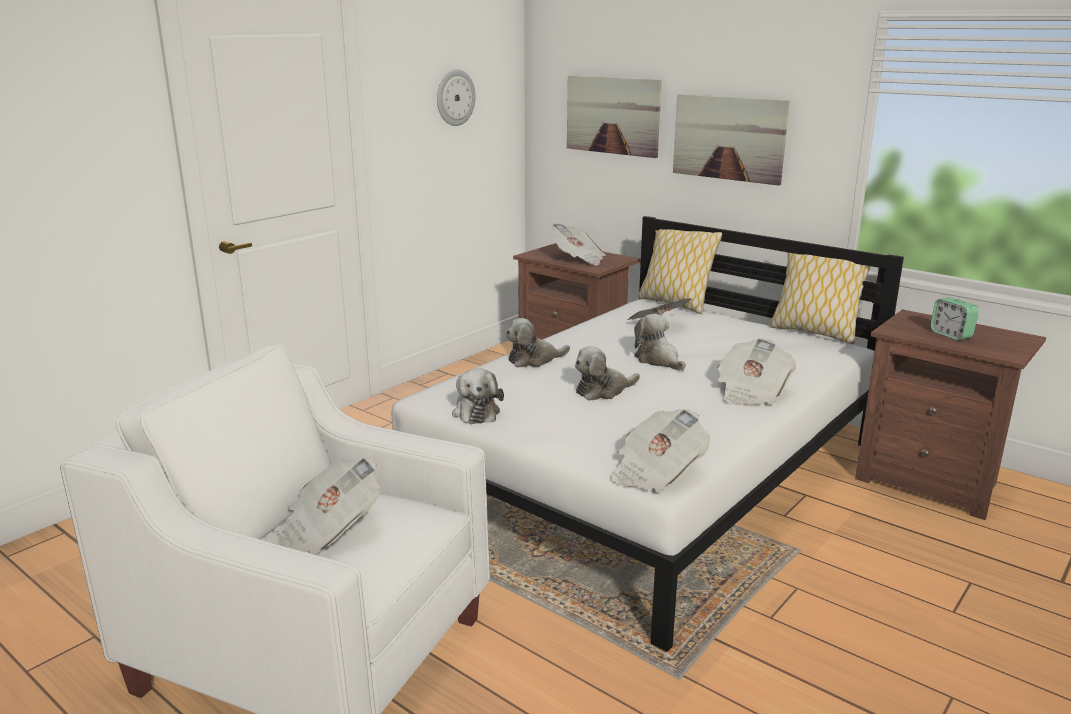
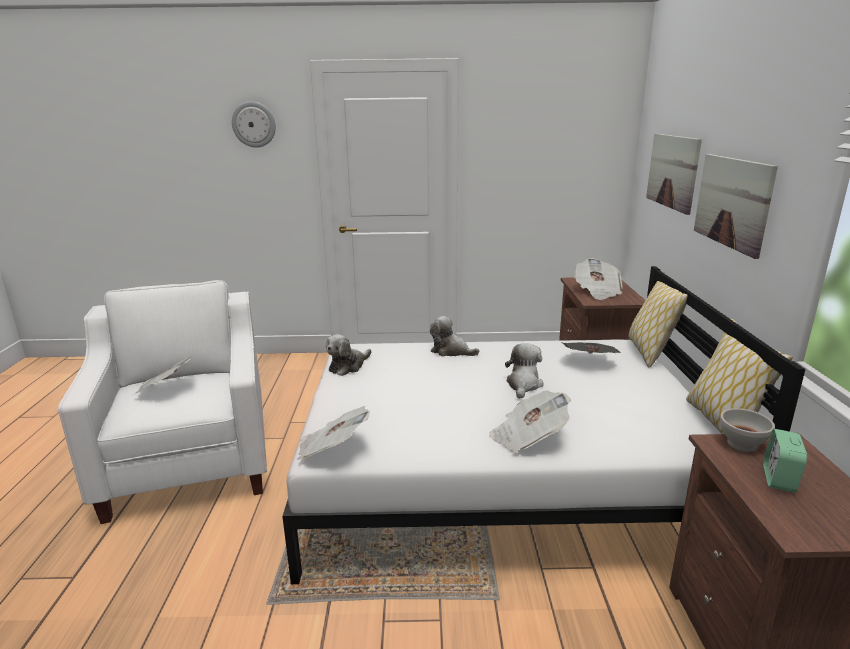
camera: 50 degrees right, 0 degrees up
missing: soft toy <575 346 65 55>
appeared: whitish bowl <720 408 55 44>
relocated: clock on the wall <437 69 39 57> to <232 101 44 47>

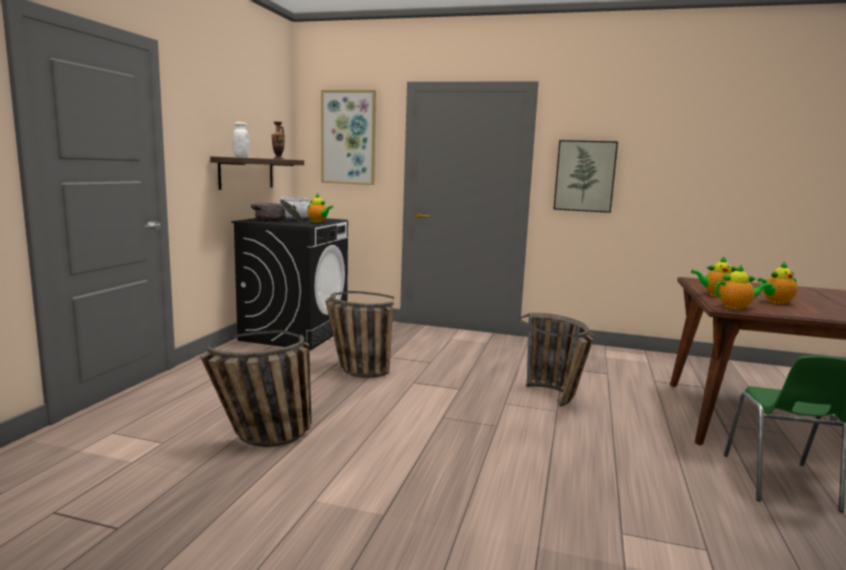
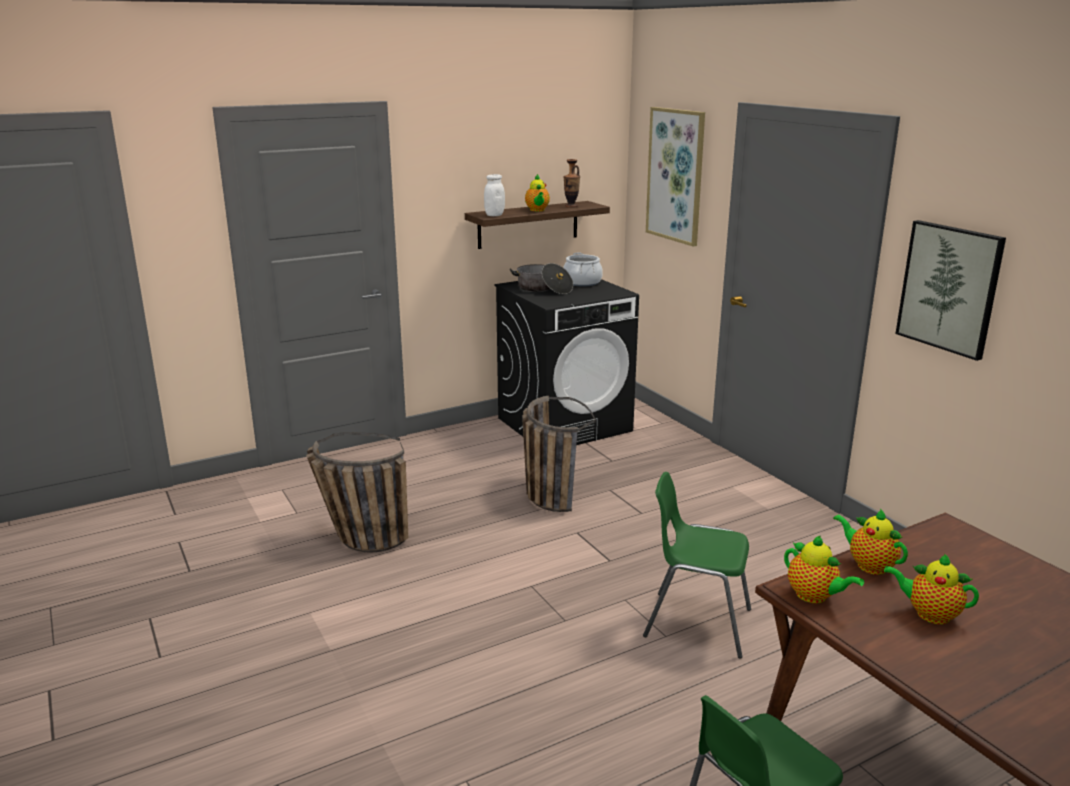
camera: 45 degrees right, 10 degrees up
relocated: teapot <307 194 26 28> to <525 174 25 37>
exchanged: basket <518 313 76 94> to green upright chair <643 472 108 187>

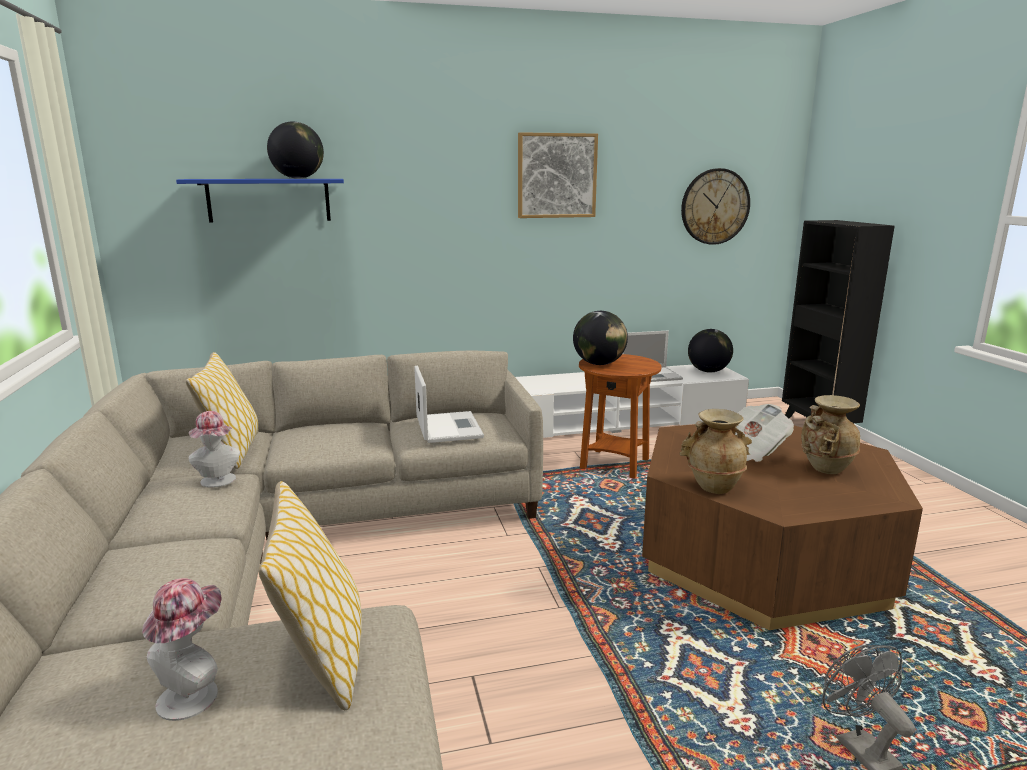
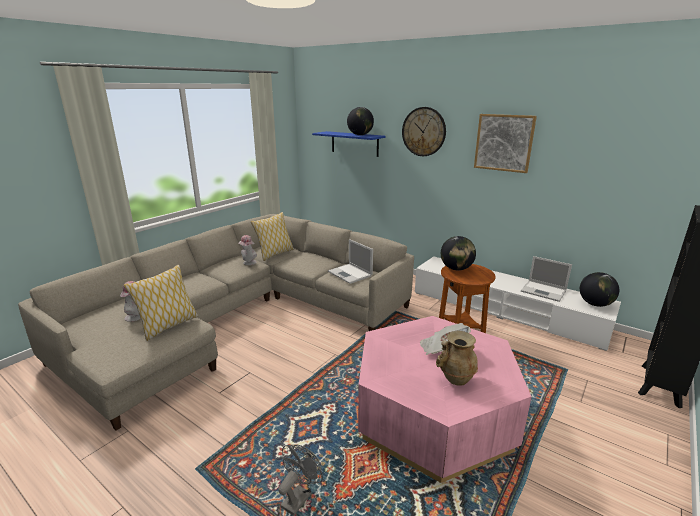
camera: 50 degrees right, 5 degrees up
missing: beige-coloured flower vase <680 409 72 85>
relocated: clock on the wall <681 168 69 77> to <402 107 44 49>
colour: brownish low table <642 424 281 206> to pink-coloured low table <358 316 174 167>
spun: portable computer <414 365 70 78> = <328 239 45 45> 105 degrees clockwise

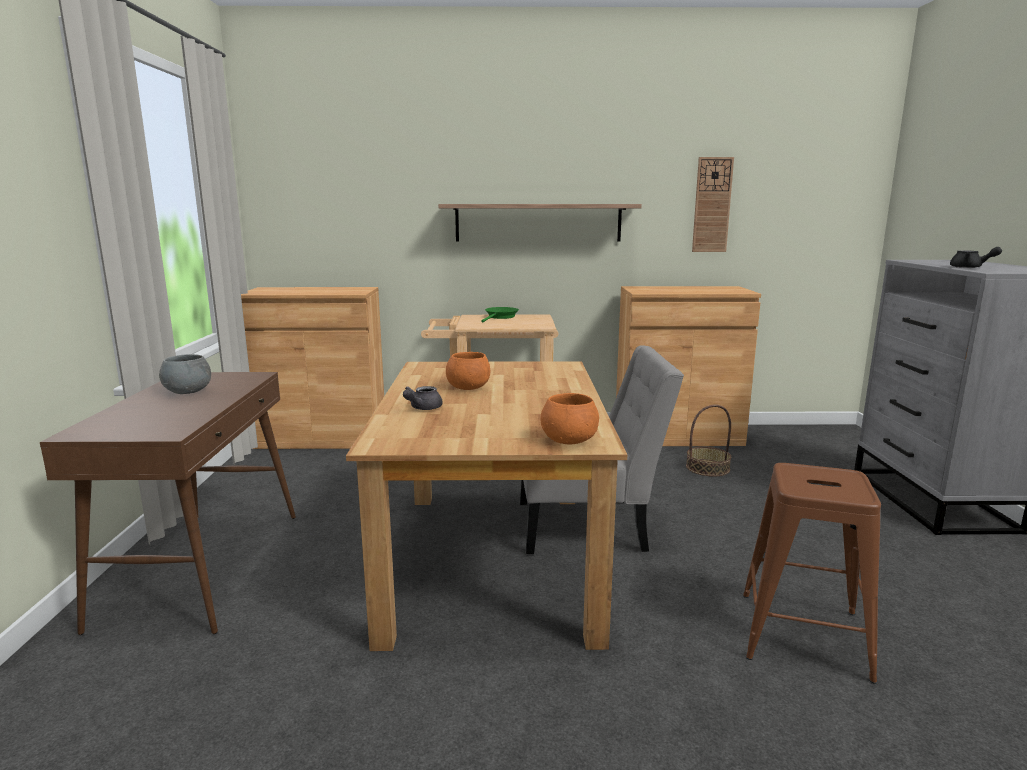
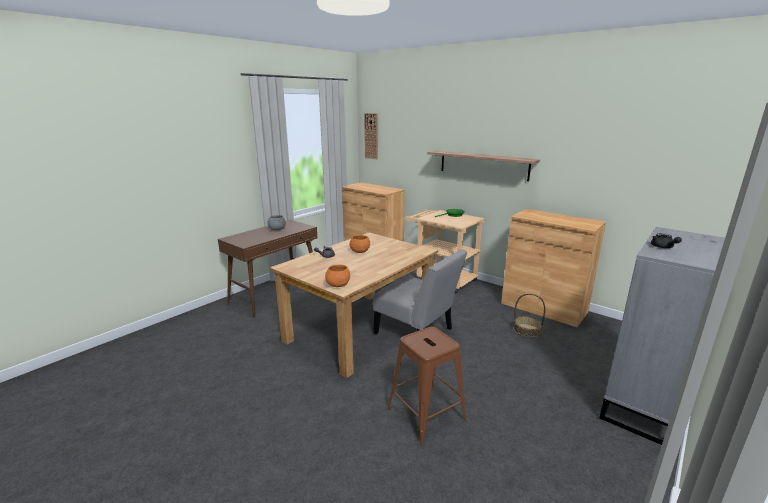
camera: 40 degrees right, 5 degrees up
relocated: clock on the wall <692 157 42 95> to <364 113 14 46>

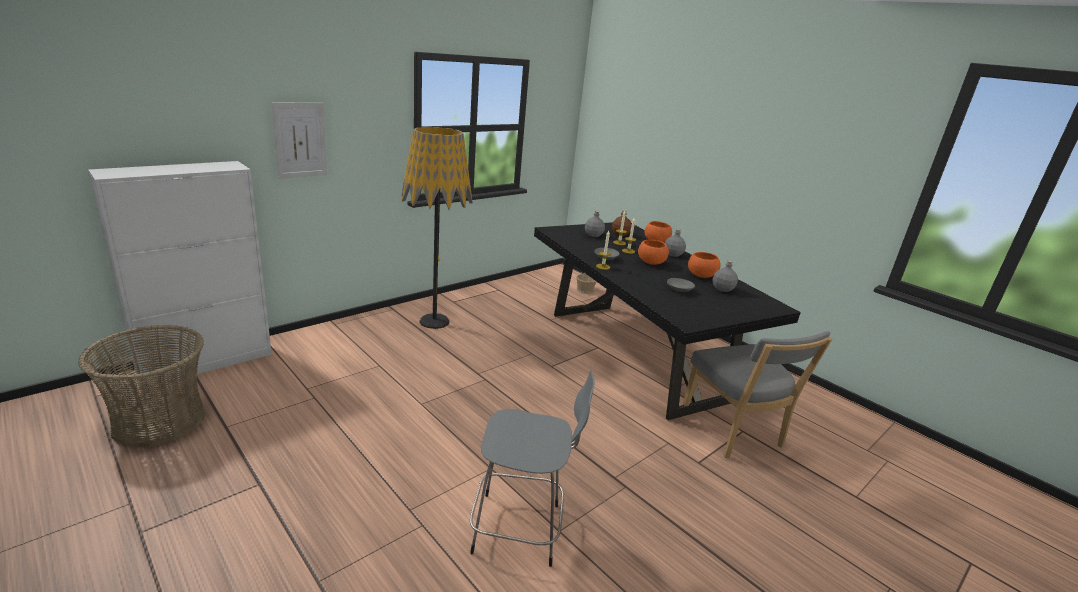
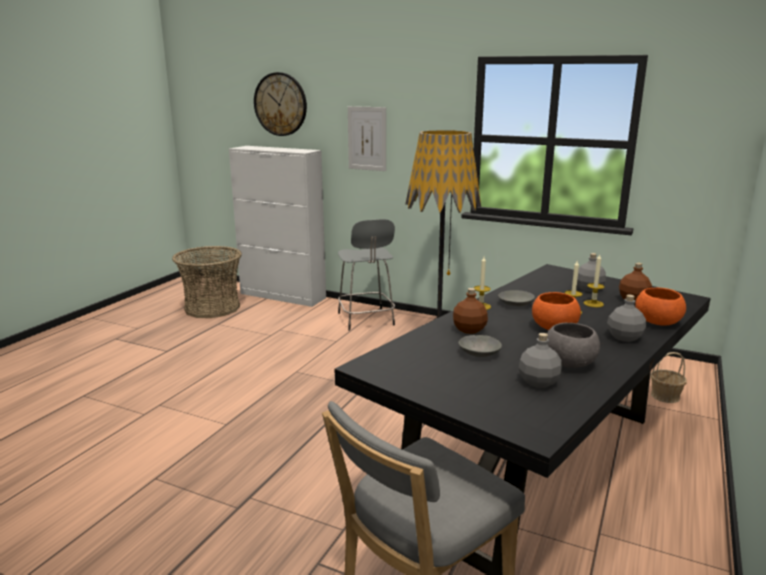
camera: 70 degrees right, 5 degrees down
appeared: clock on the wall <254 72 53 64>; brownish beverage bottle <453 288 35 46>
relocated: greyish sitting stool <470 370 125 197> to <338 219 57 112>
colour: orange-coloured bowl <688 252 33 26> to greyish bowl <547 323 53 45>

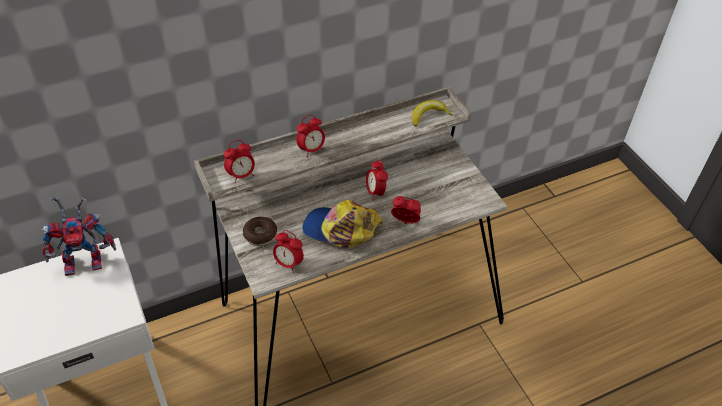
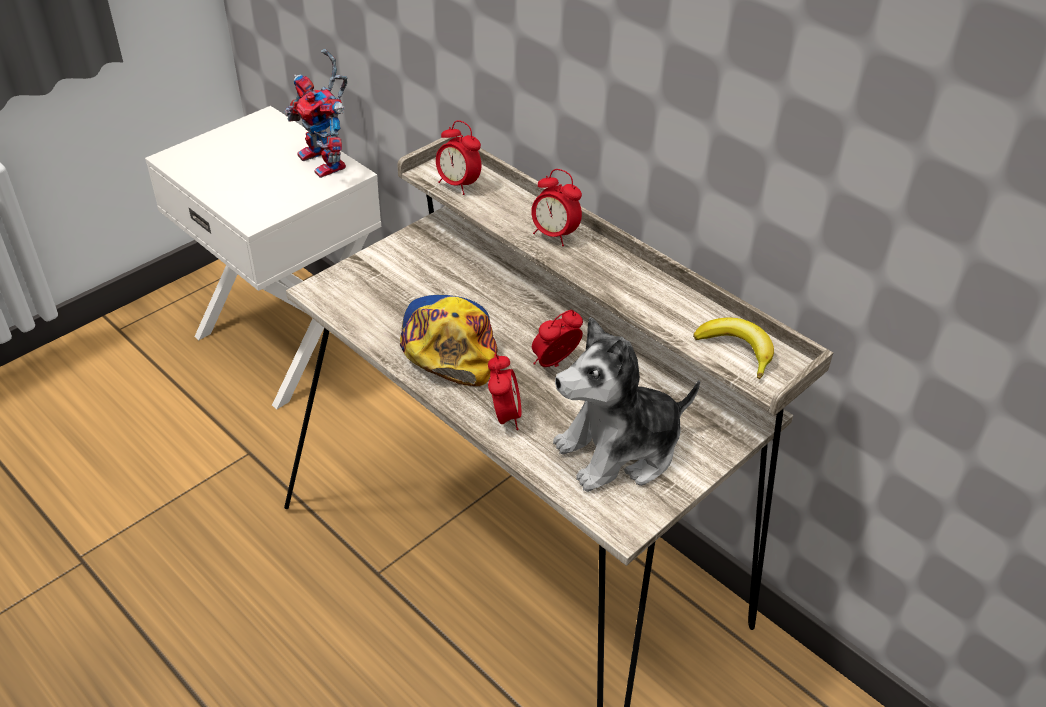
camera: 70 degrees right, 5 degrees down
missing: doughnut <243 217 34 29>; alarm clock <273 230 31 43>
appeared: soft toy <553 317 147 175>

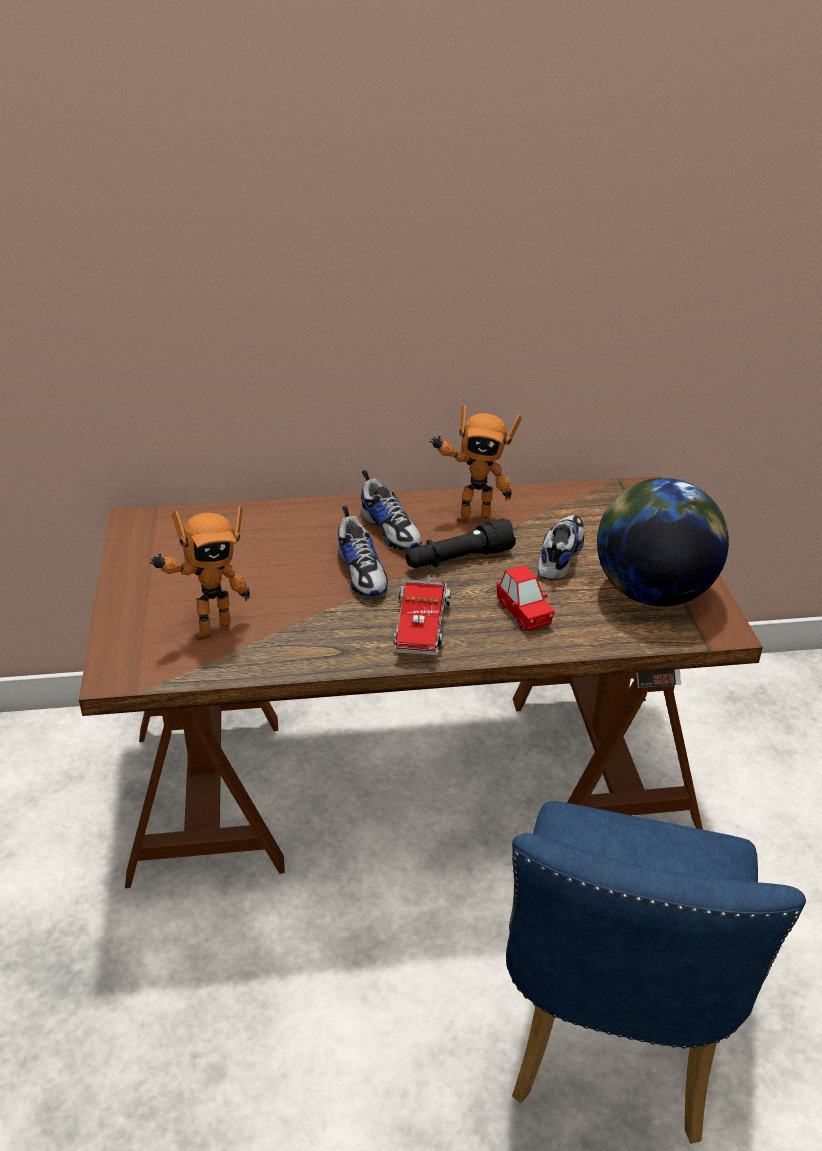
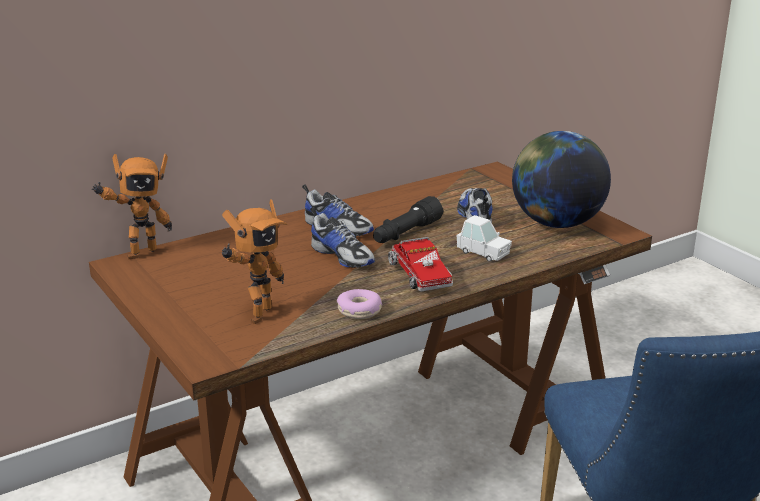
camera: 25 degrees left, 10 degrees down
appeared: doughnut <337 289 45 30>
relocated: robot figure <430 405 92 117> to <91 154 81 105>
colour: red miniature car <497 565 58 66> to whitish miniature car <456 215 56 47>

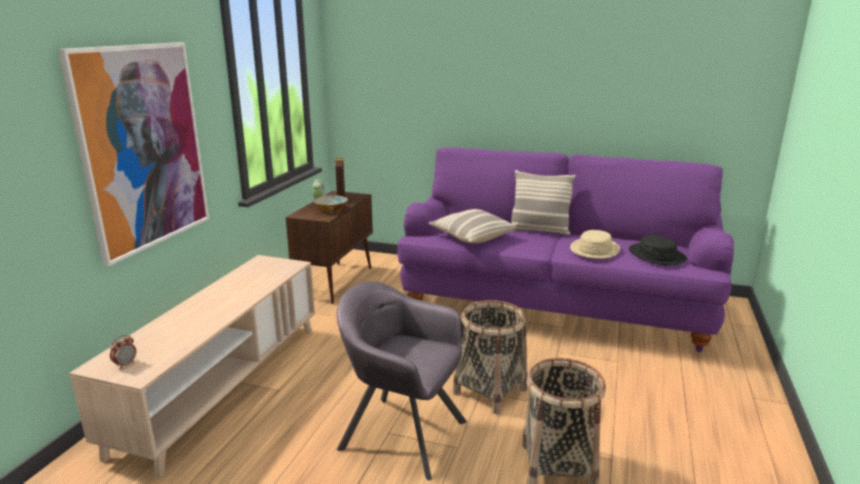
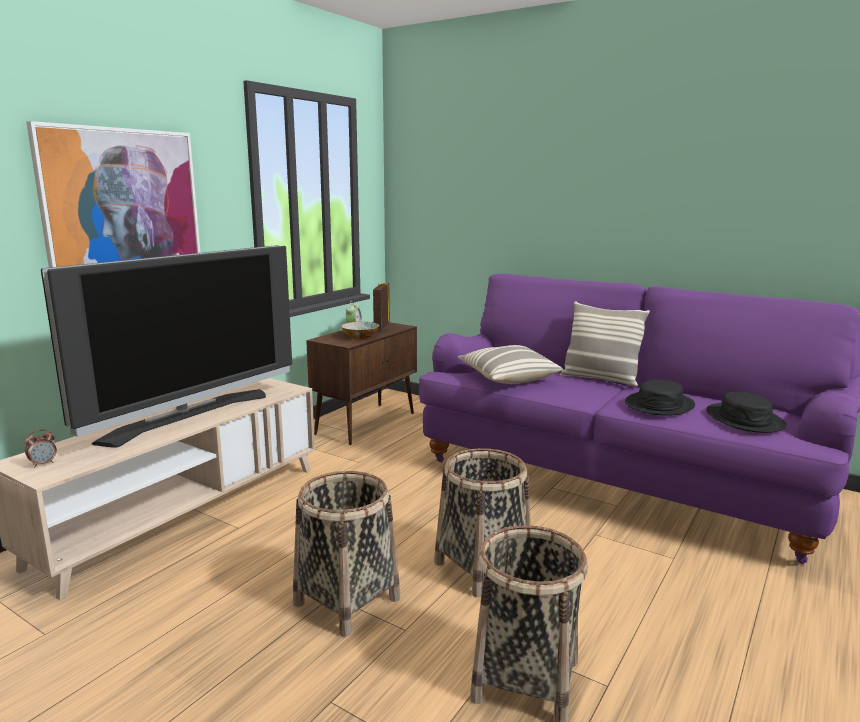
camera: 15 degrees right, 5 degrees down
appeared: TV set <41 245 251 203>
exchanged: greyish armchair <337 281 130 200> to basket <293 471 107 166>
colour: beige-coloured wearable hat <570 230 50 29> to blackish wearable hat <625 380 70 36>

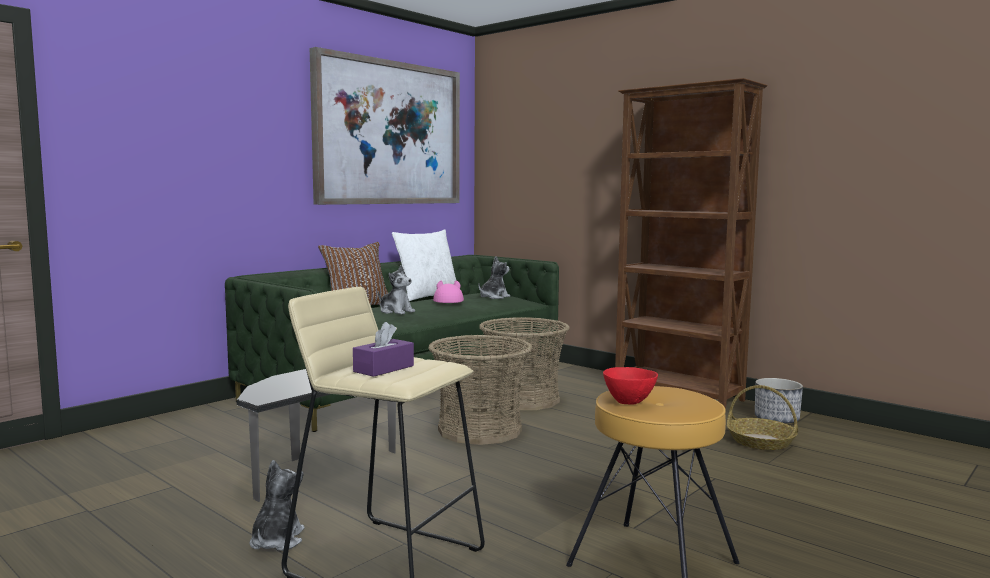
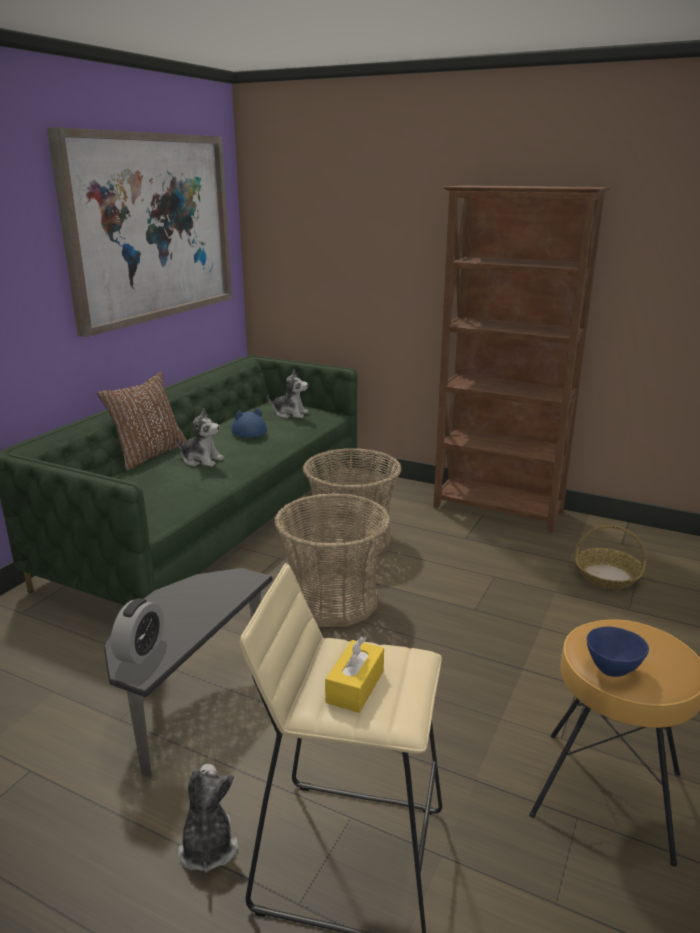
camera: 15 degrees left, 15 degrees up
missing: whitish cushion <392 230 65 71>; flower pot <755 378 48 46>
appeared: alarm clock <111 598 53 66>
colour: pink-coloured wearable hat <433 281 31 22> to blue wearable hat <230 408 37 30>; purplish tissue box <353 322 61 55> to yellowish tissue box <325 636 59 77>; red bowl <603 367 55 38> to blue bowl <587 627 62 50>
spun: soft toy <478 256 32 43> = <267 369 42 49> 75 degrees clockwise

